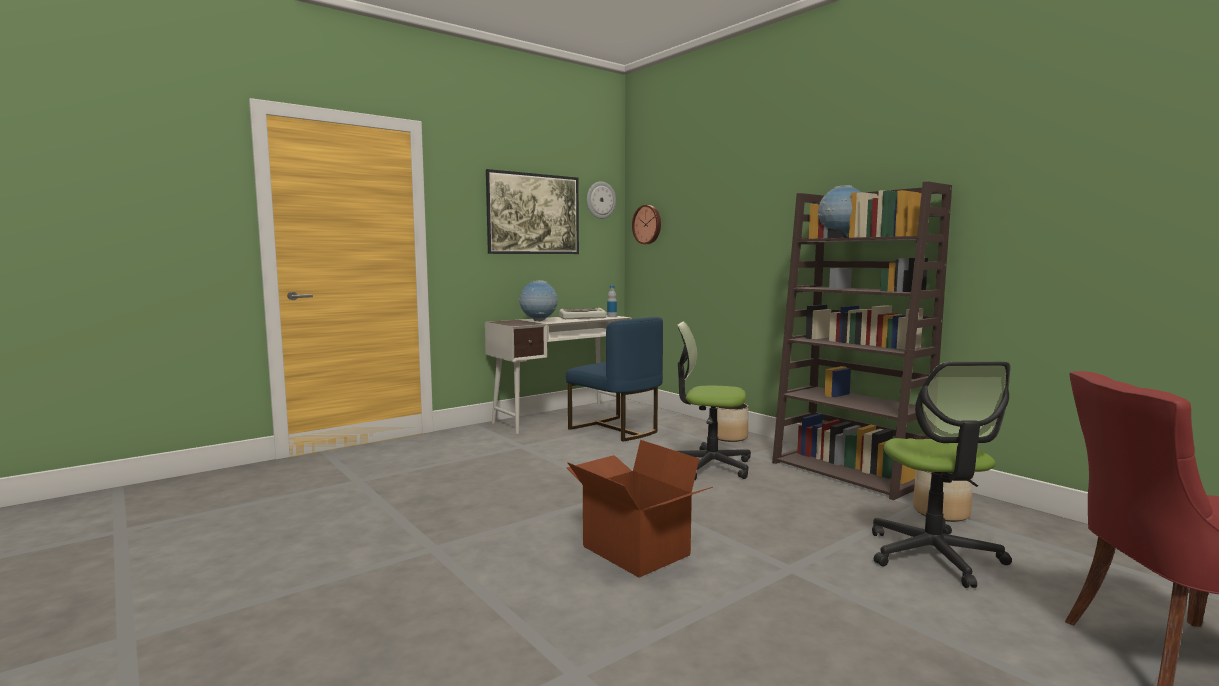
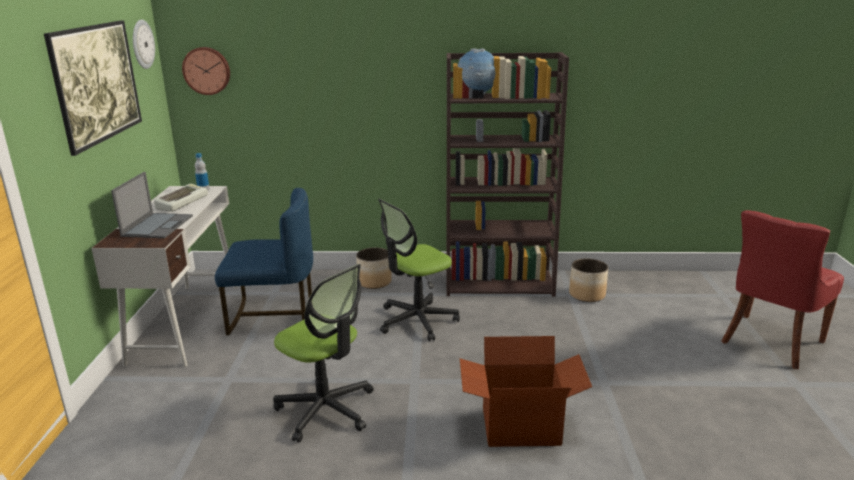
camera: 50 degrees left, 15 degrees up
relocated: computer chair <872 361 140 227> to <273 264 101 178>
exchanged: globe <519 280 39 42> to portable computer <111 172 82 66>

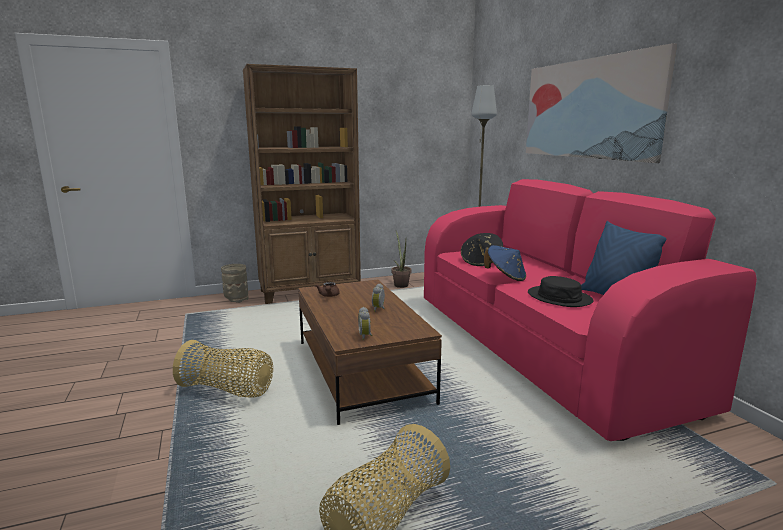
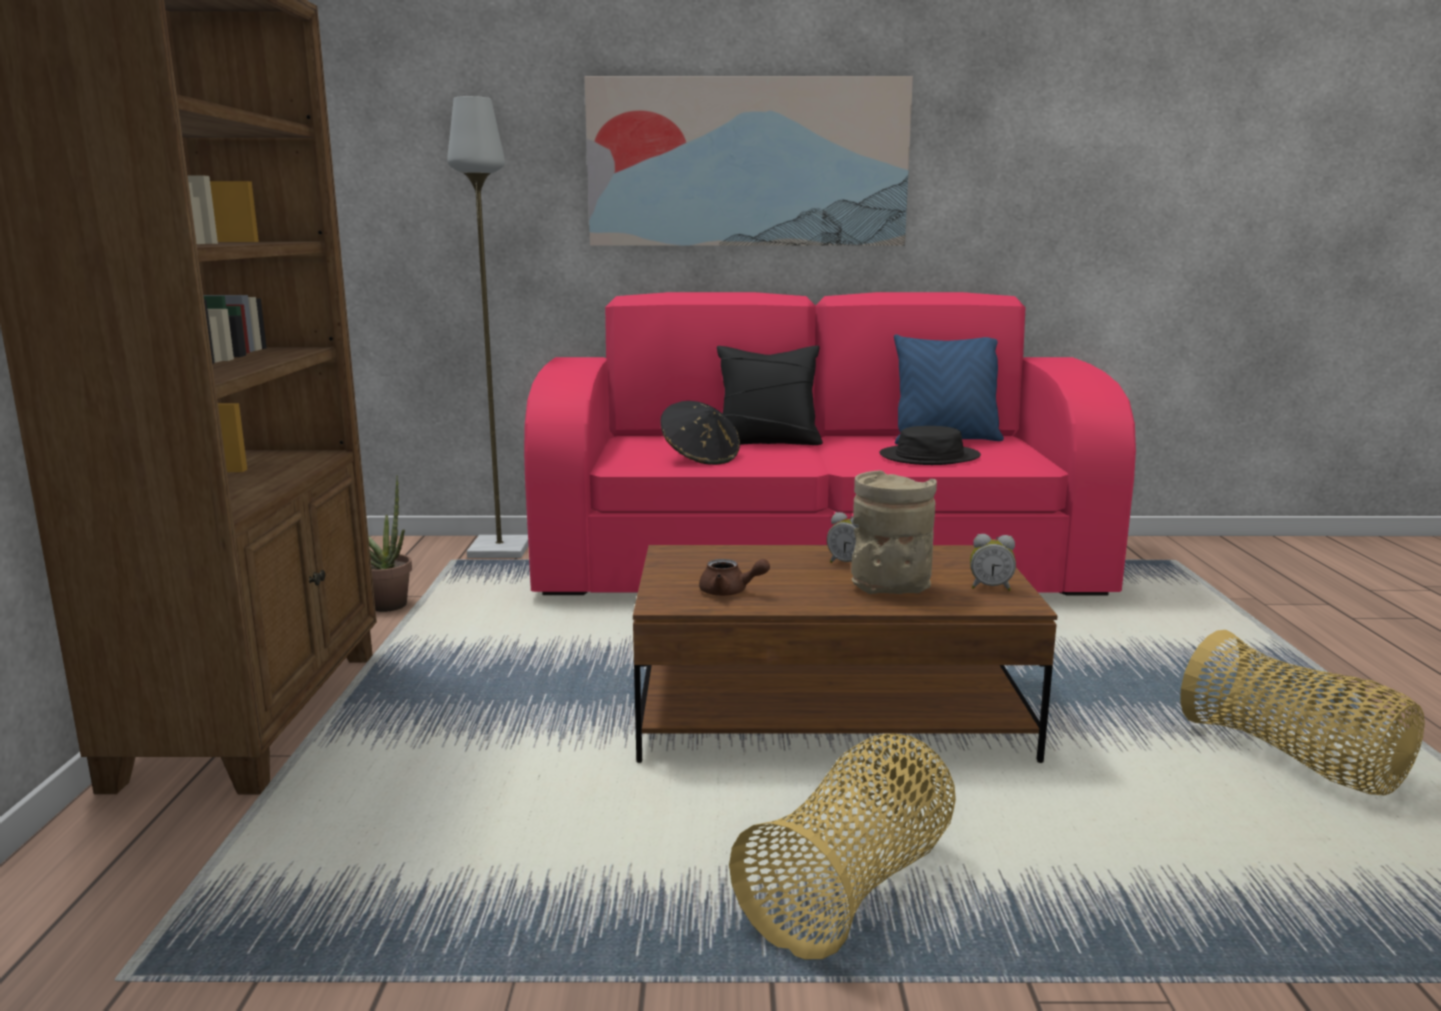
camera: 70 degrees left, 0 degrees up
missing: blue wearable hat <484 245 42 36>
appeared: blackish cushion <717 346 106 99>
relocated: beige-coloured flower vase <221 264 28 39> to <851 470 86 124>

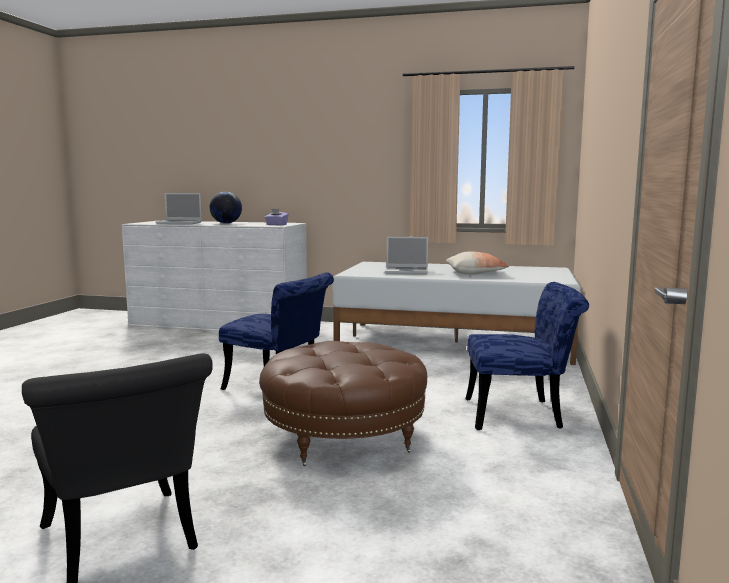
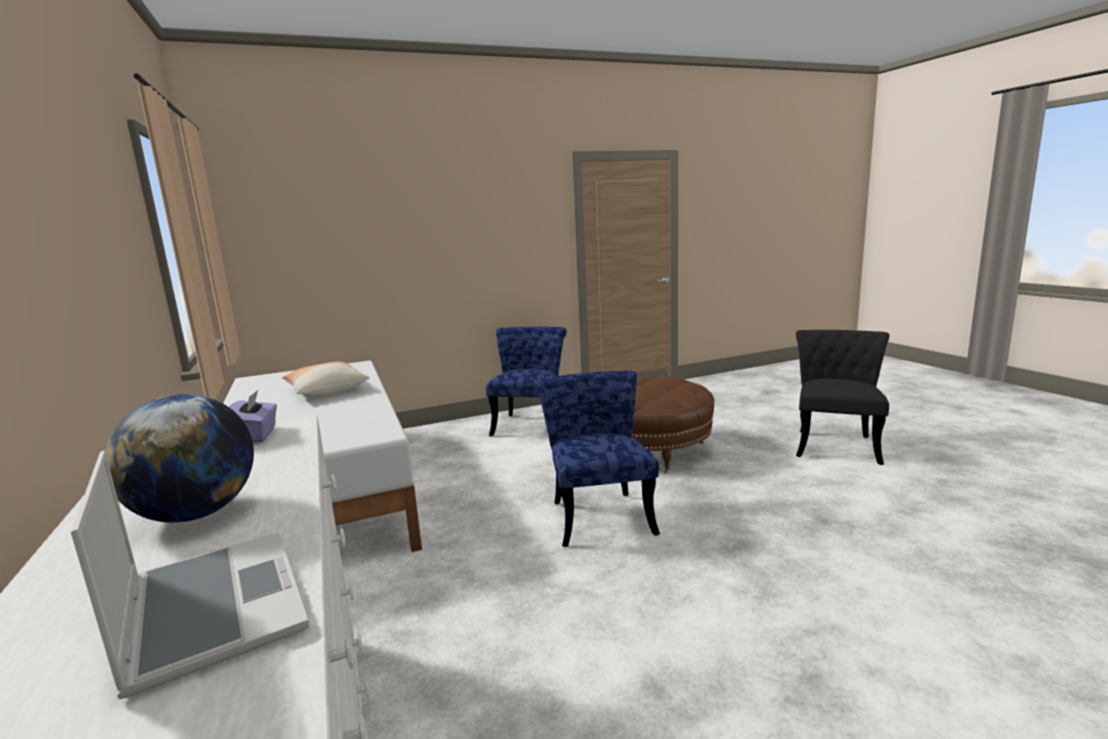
camera: 125 degrees left, 5 degrees up
missing: portable computer <385 237 43 38>
spun: blue upright chair <465 282 124 148> = <486 327 81 109> 45 degrees clockwise

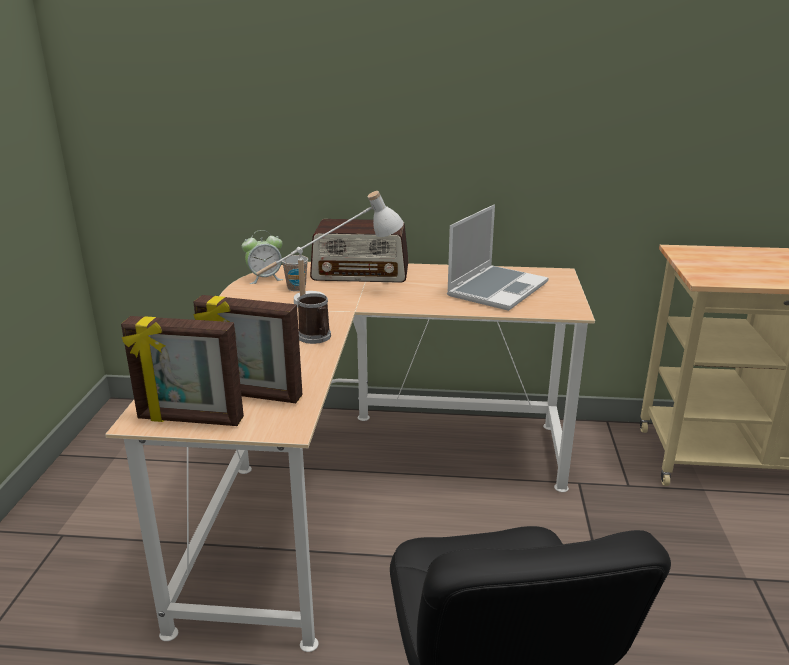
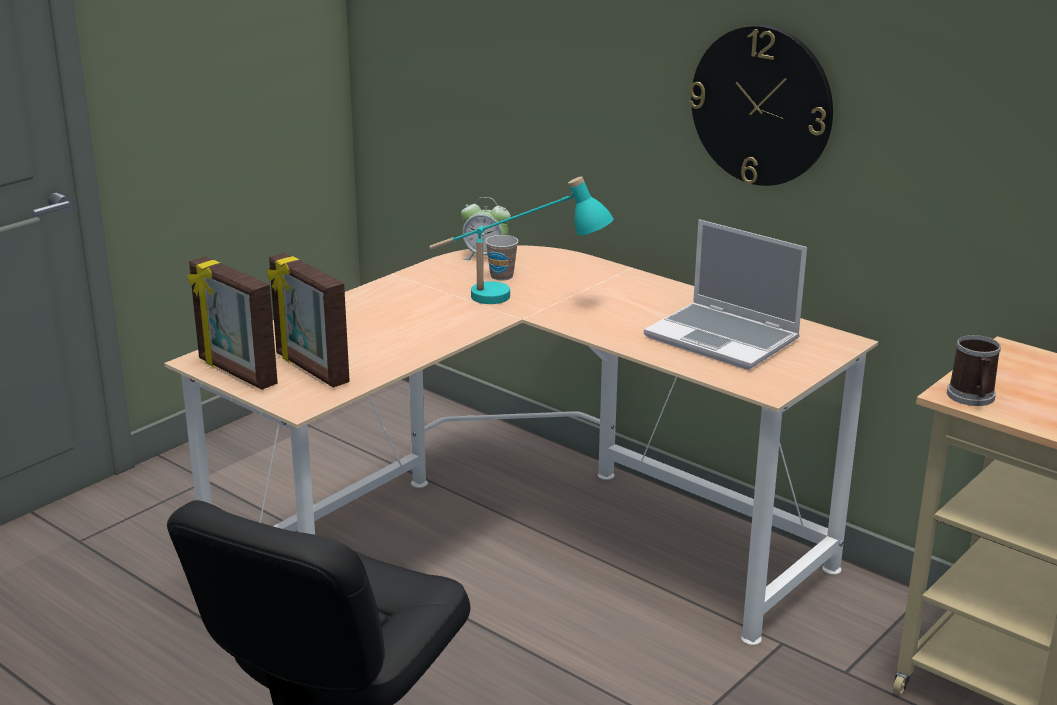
camera: 35 degrees right, 0 degrees up
missing: radio <310 219 99 64>
appeared: clock on the wall <689 25 144 161>
relocated: mug <297 293 34 51> to <947 335 54 71>
colour: whitish lamp for a table <256 191 148 116> to turquoise-coloured lamp for a table <430 176 184 128>
spun: portable computer <447 204 101 107> = <644 219 163 151> 60 degrees clockwise

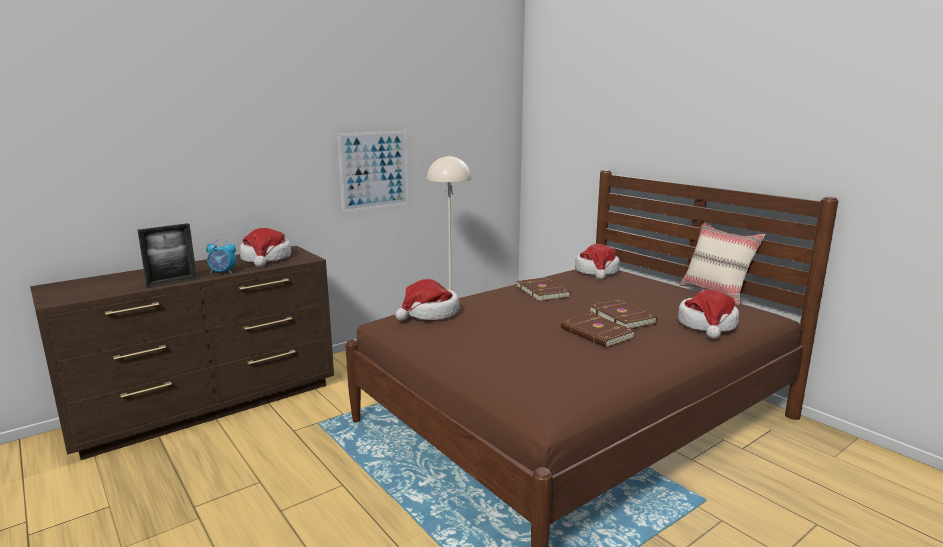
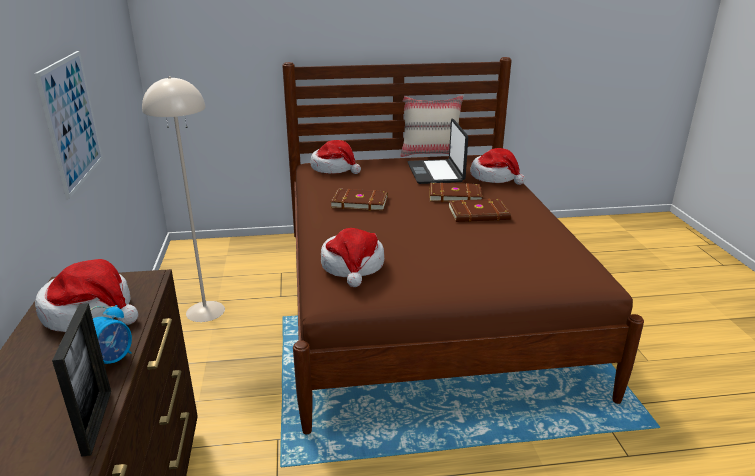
camera: 60 degrees left, 10 degrees up
appeared: portable computer <408 119 60 65>

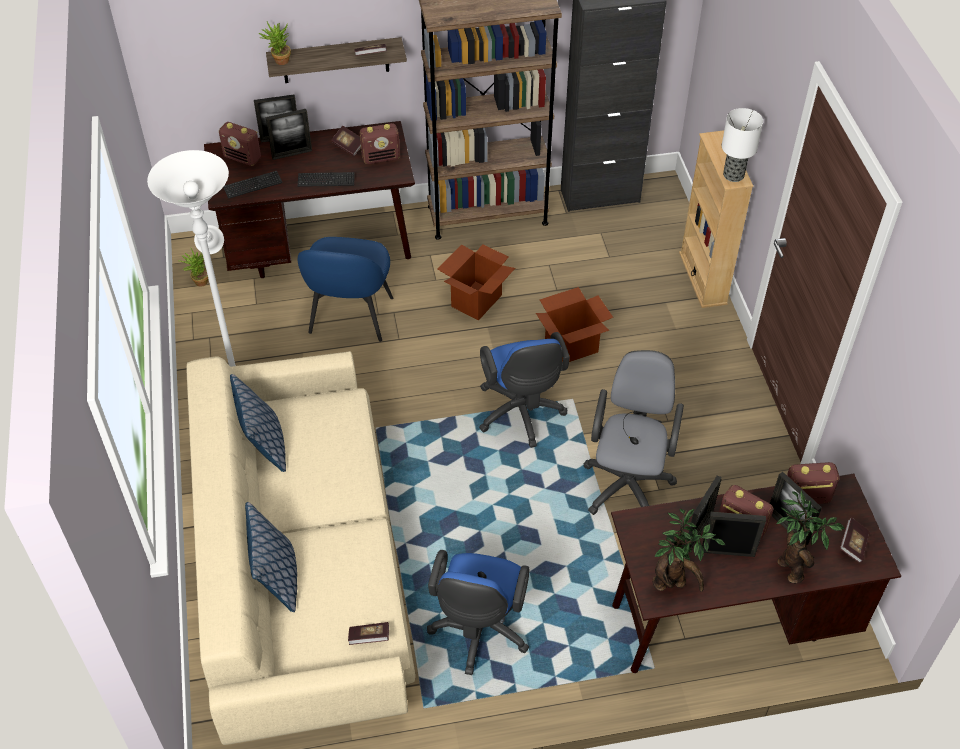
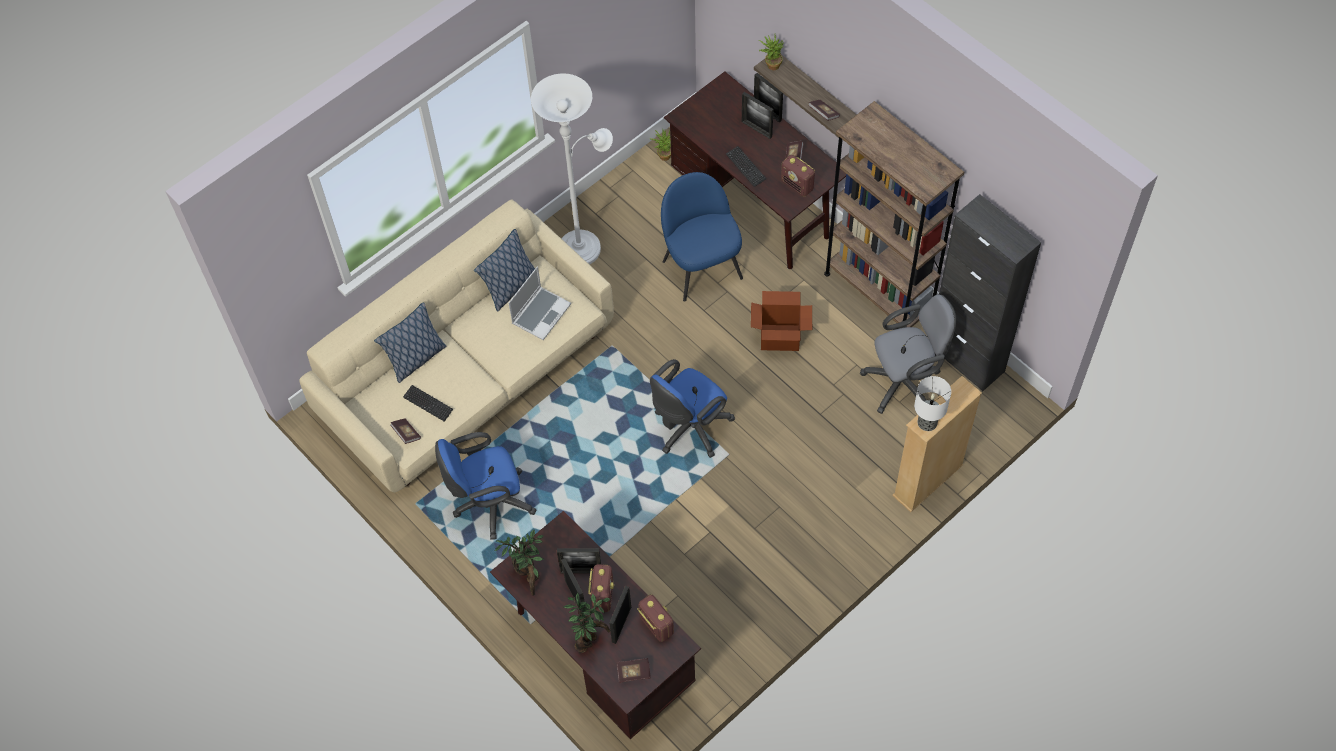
camera: 60 degrees right, 10 degrees up
missing: radio <219 122 42 44>; carton <536 287 77 75>
appeared: portable computer <508 266 63 74>
relocated: computer keyboard <223 171 60 28> to <403 385 50 37>; greyish computer chair <583 350 101 165> to <860 294 97 120>
spun: blue upright chair <298 237 95 105> = <661 172 82 130> 90 degrees clockwise

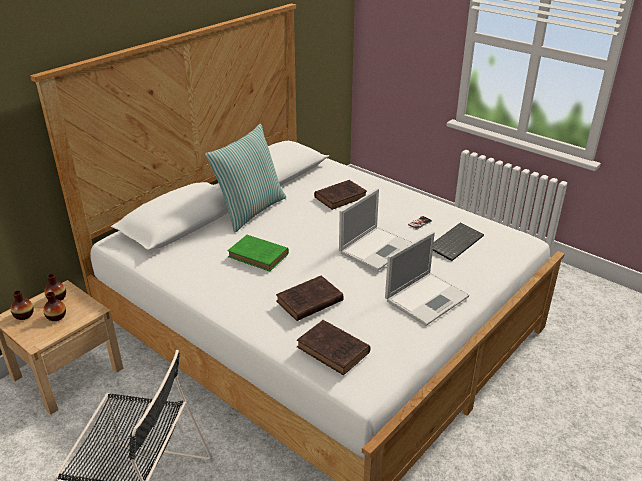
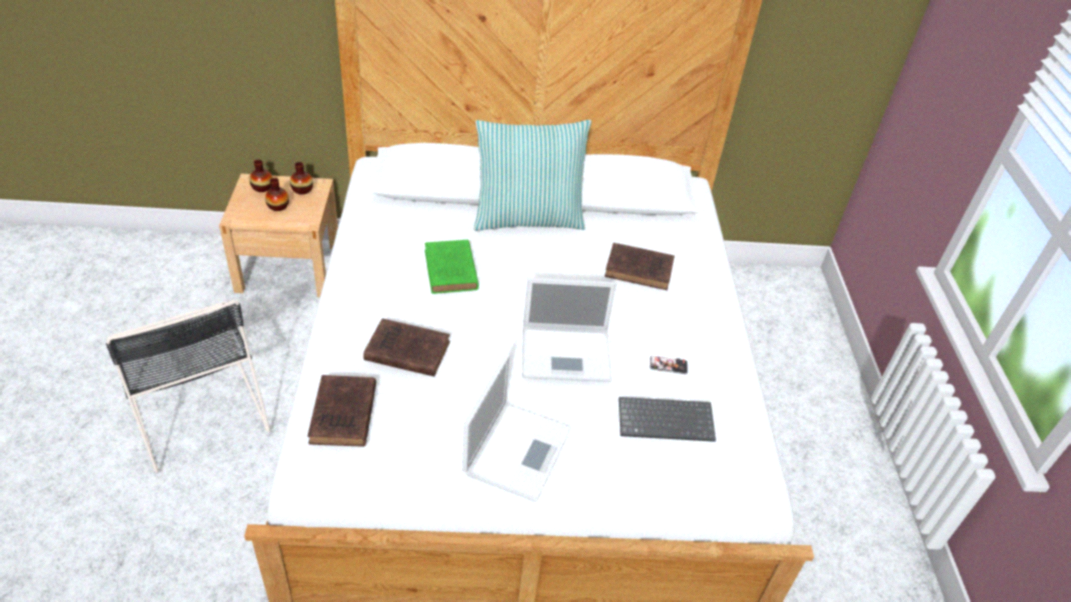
camera: 45 degrees right, 10 degrees up
spun: portable computer <385 232 84 94> = <462 354 110 148> 75 degrees counterclockwise

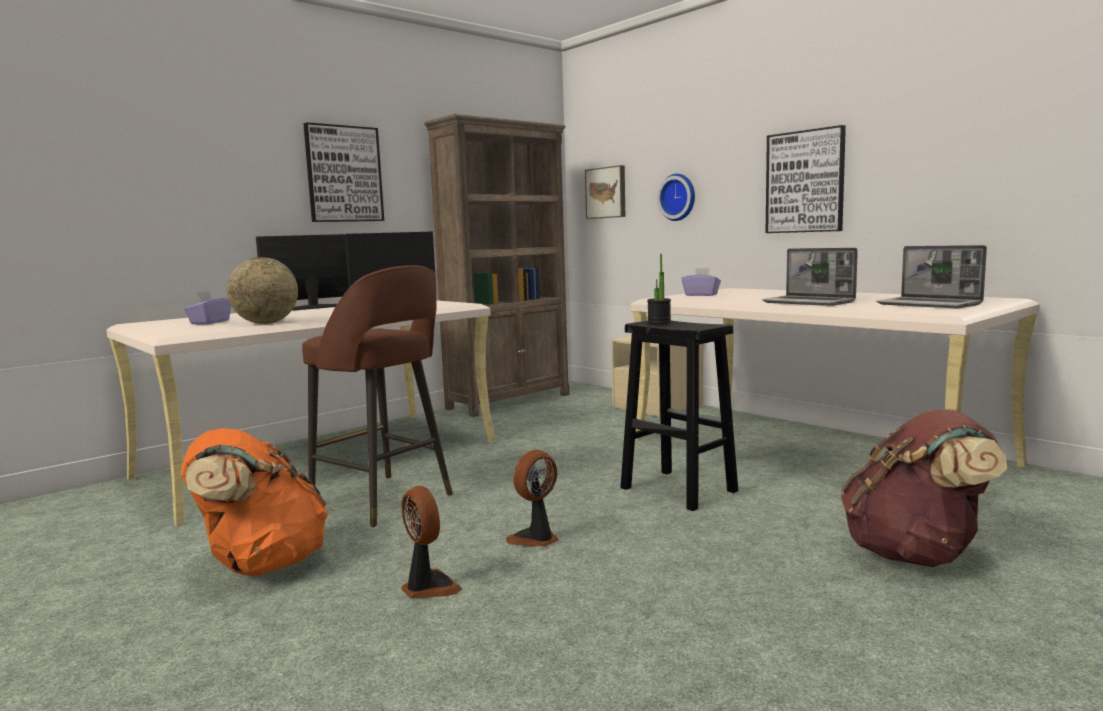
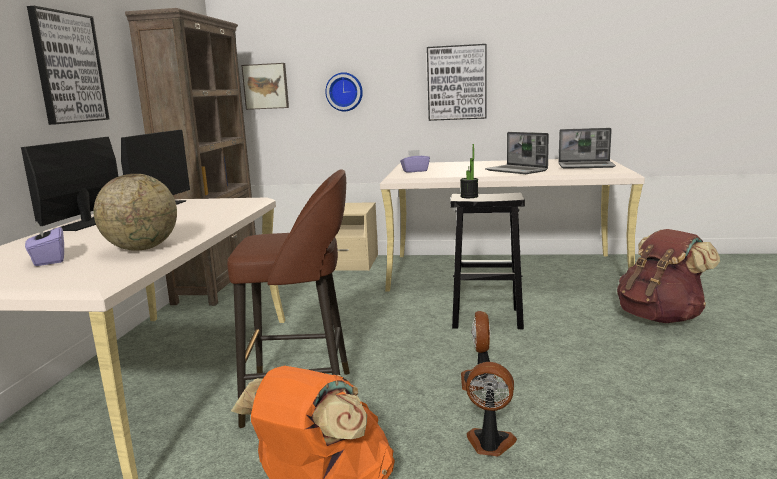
camera: 40 degrees left, 5 degrees up
spun: portable computer <762 248 96 58> = <485 132 64 42> 45 degrees clockwise

